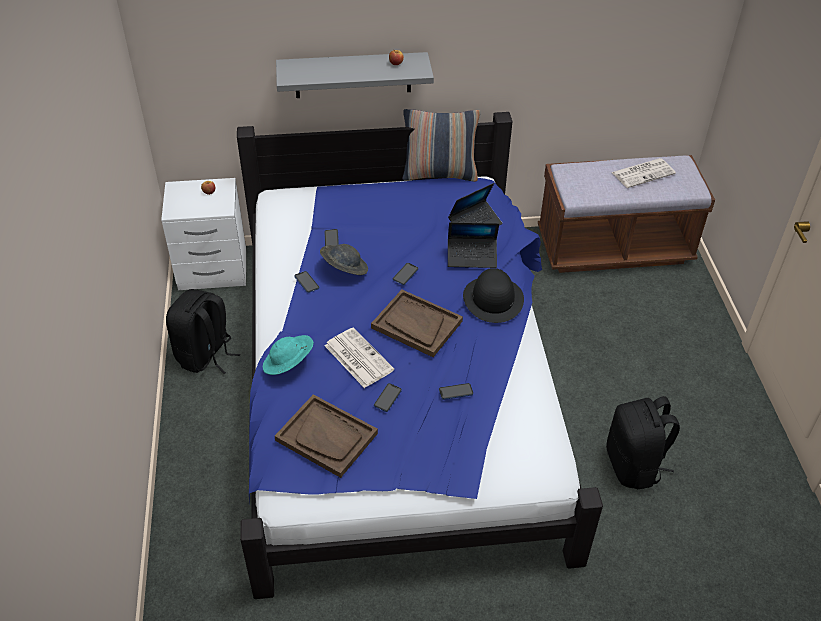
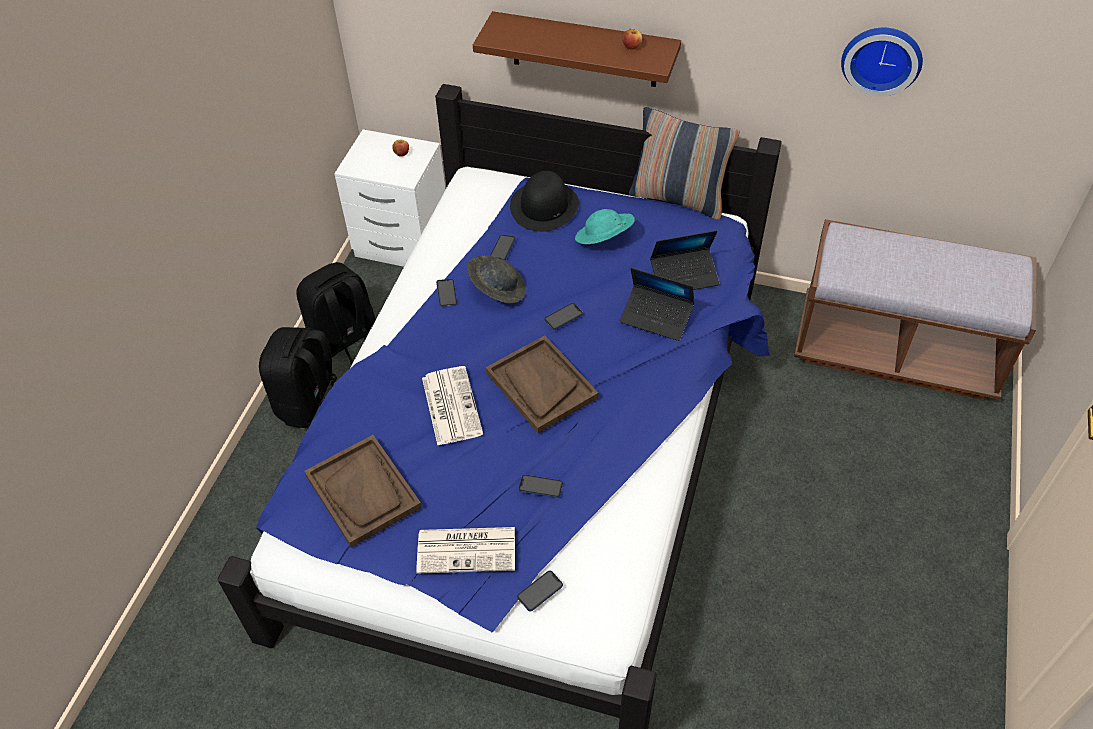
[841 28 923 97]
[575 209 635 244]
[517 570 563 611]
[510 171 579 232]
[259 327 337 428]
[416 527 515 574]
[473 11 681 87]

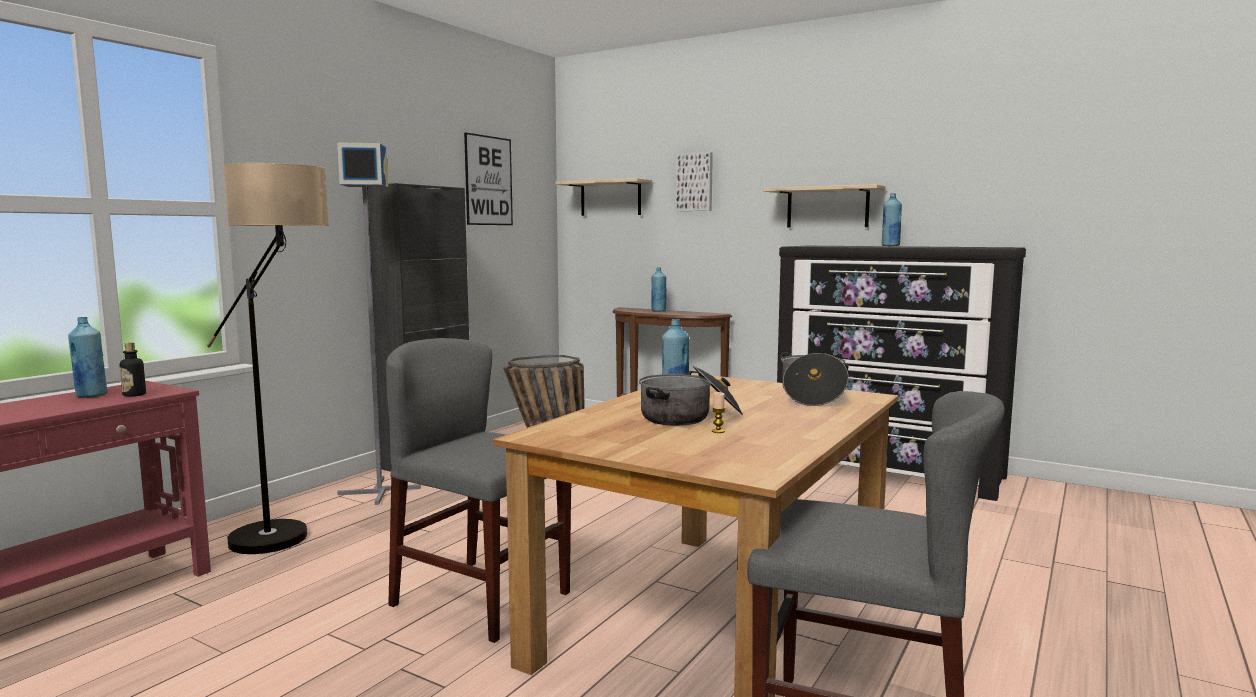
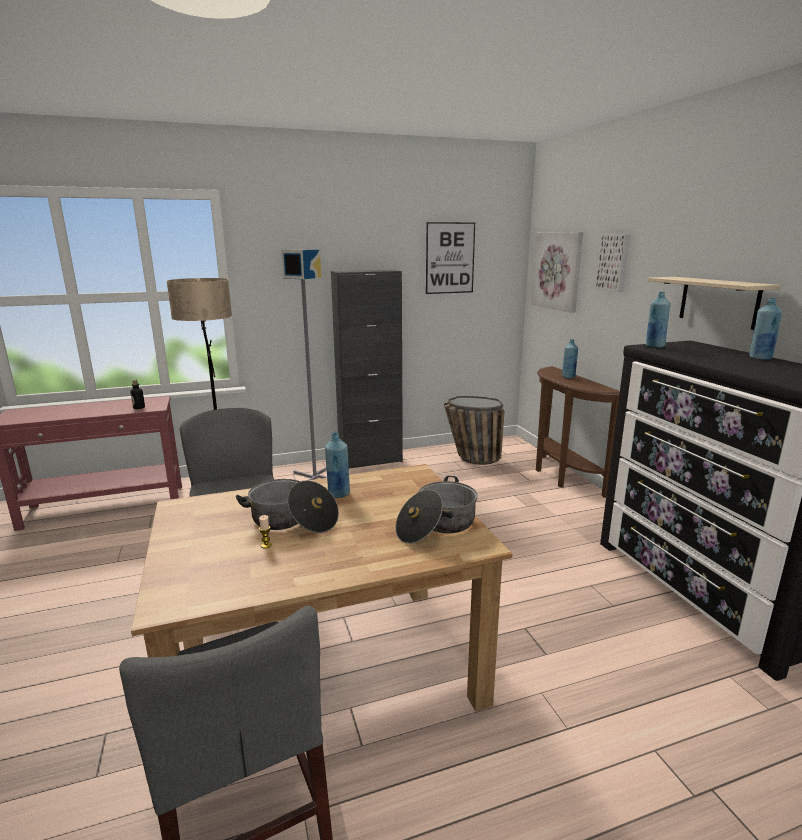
[646 292 671 348]
[531 232 583 313]

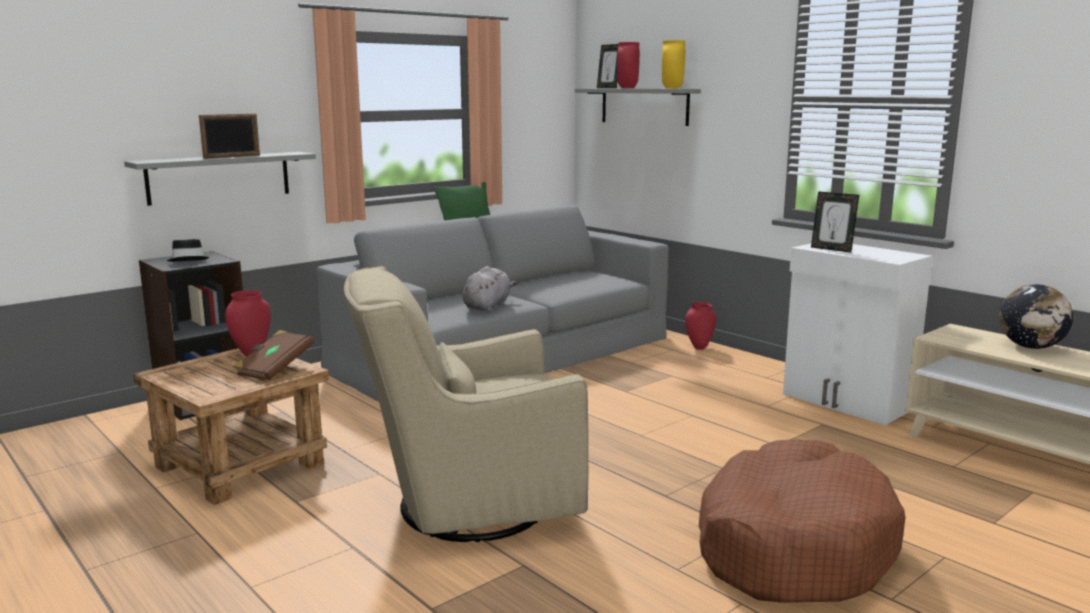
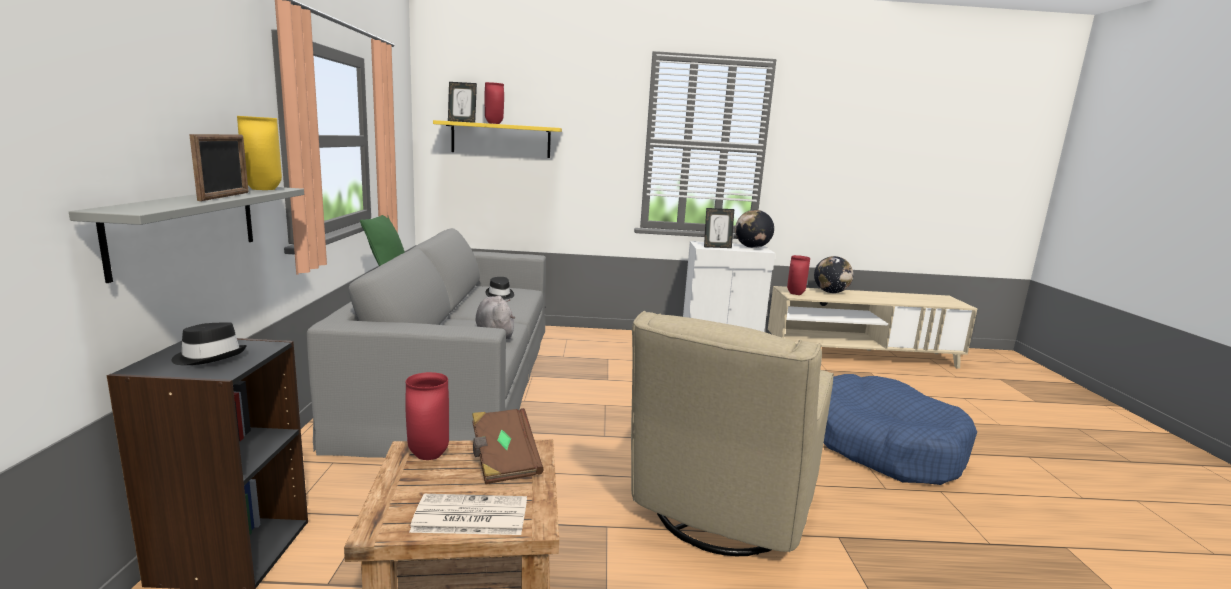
[409 494 527 535]
[485 277 514 300]
[735 210 774 248]
[237 116 282 190]
[787 255 810 295]
[433 120 562 158]
[824 374 977 485]

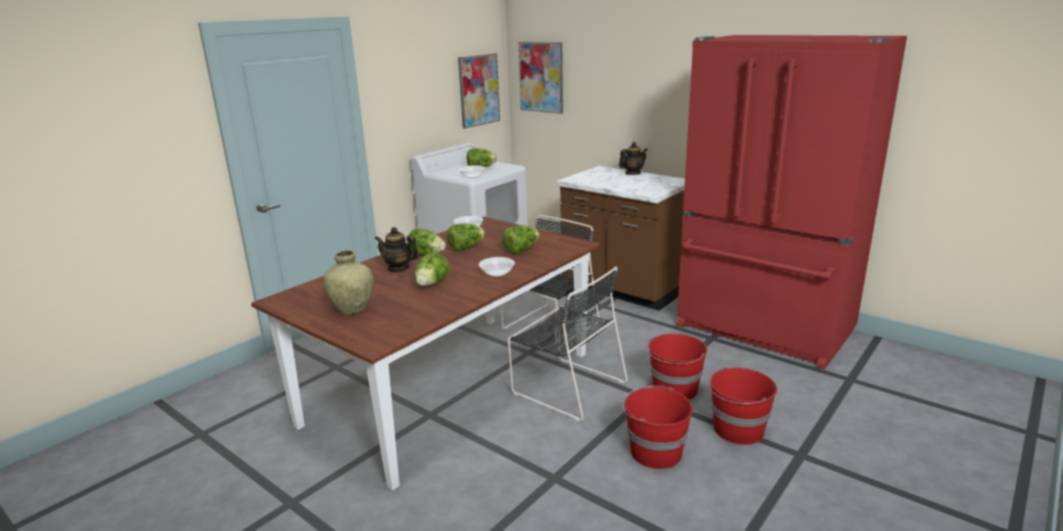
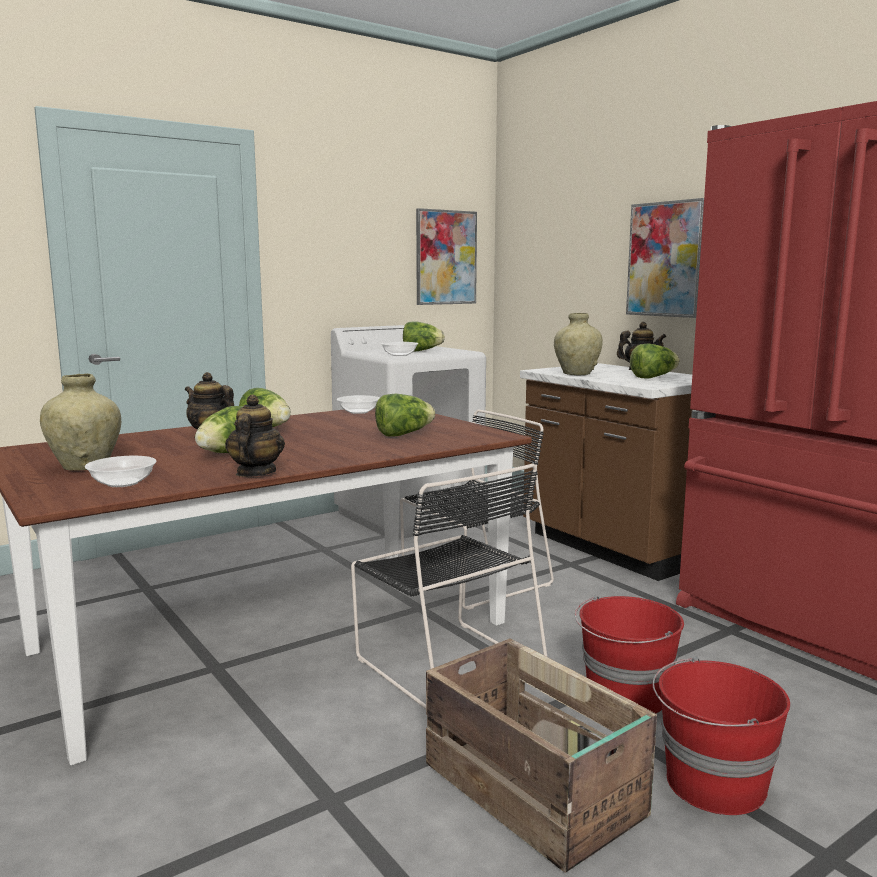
[225 395 285 477]
[554 313 603 375]
[630 344 680 378]
[85 456 156 487]
[626 198 704 318]
[426 638 657 873]

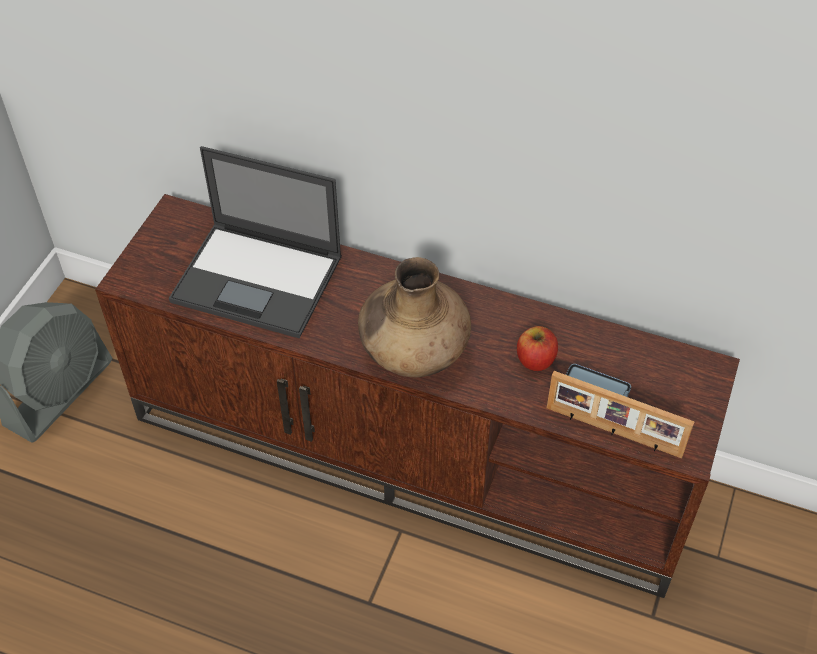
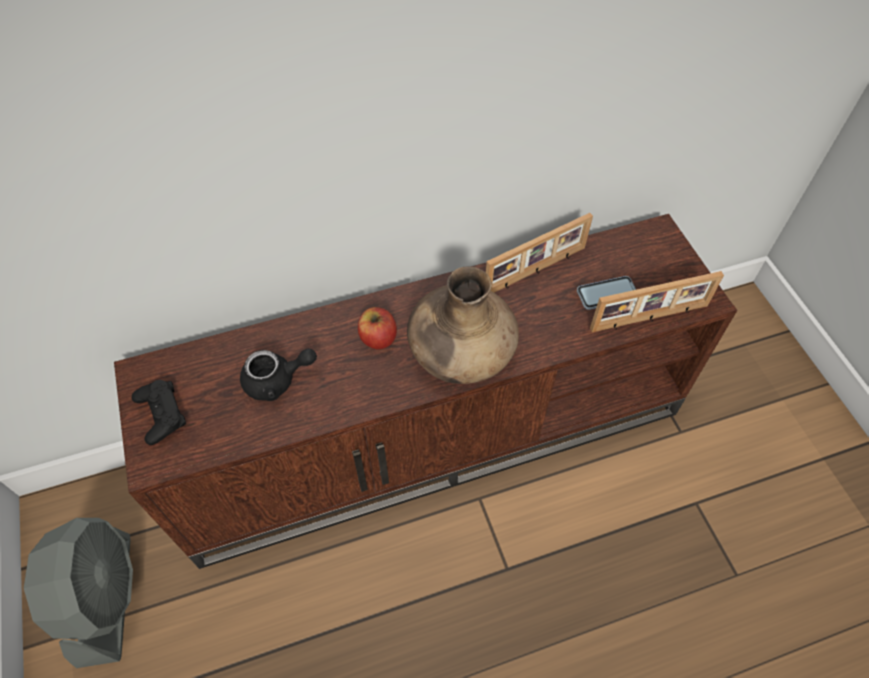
[132 380 186 445]
[486 213 593 293]
[358 307 397 349]
[240 348 317 401]

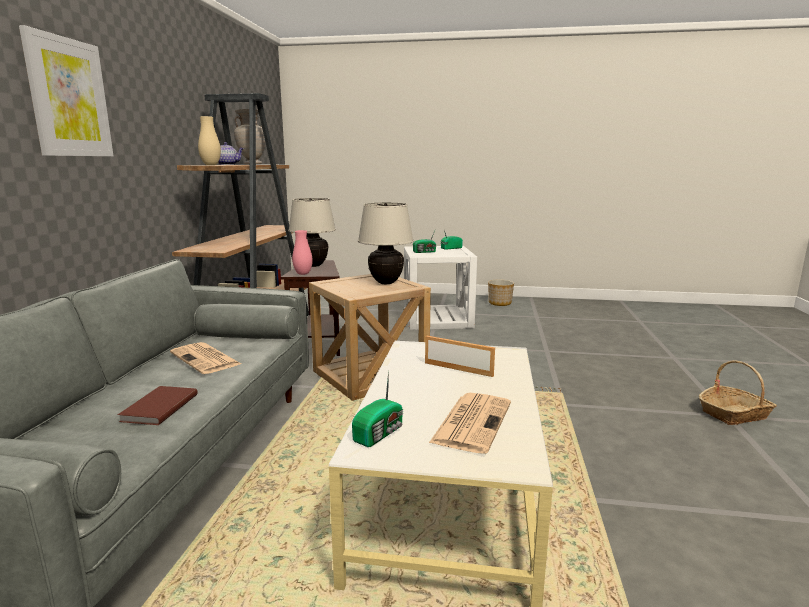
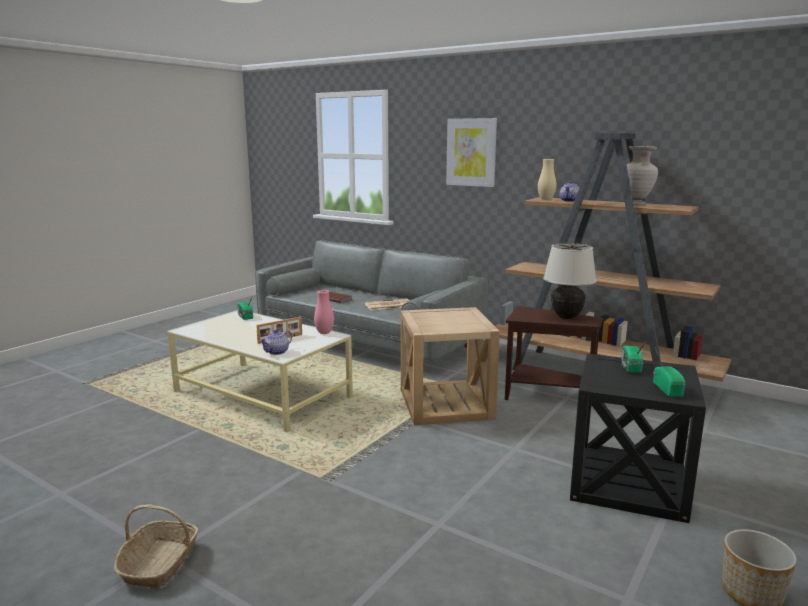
[358 203 414 284] (first image)
[429 393 511 454] (first image)
[260 330 292 355]
[314 290 334 334]
[570 354 706 523]

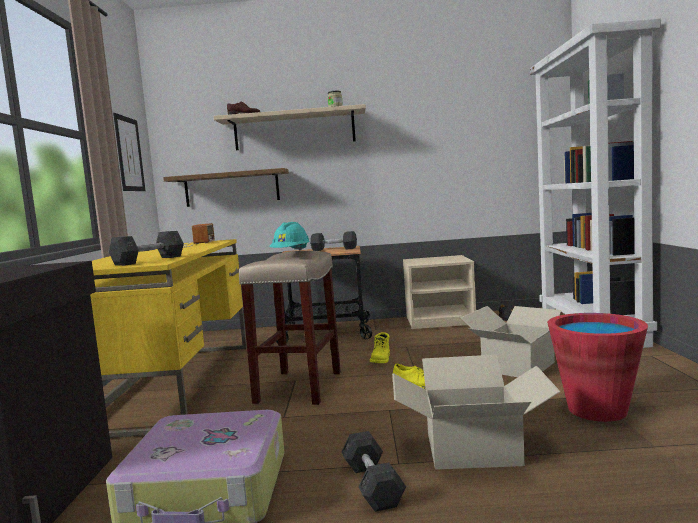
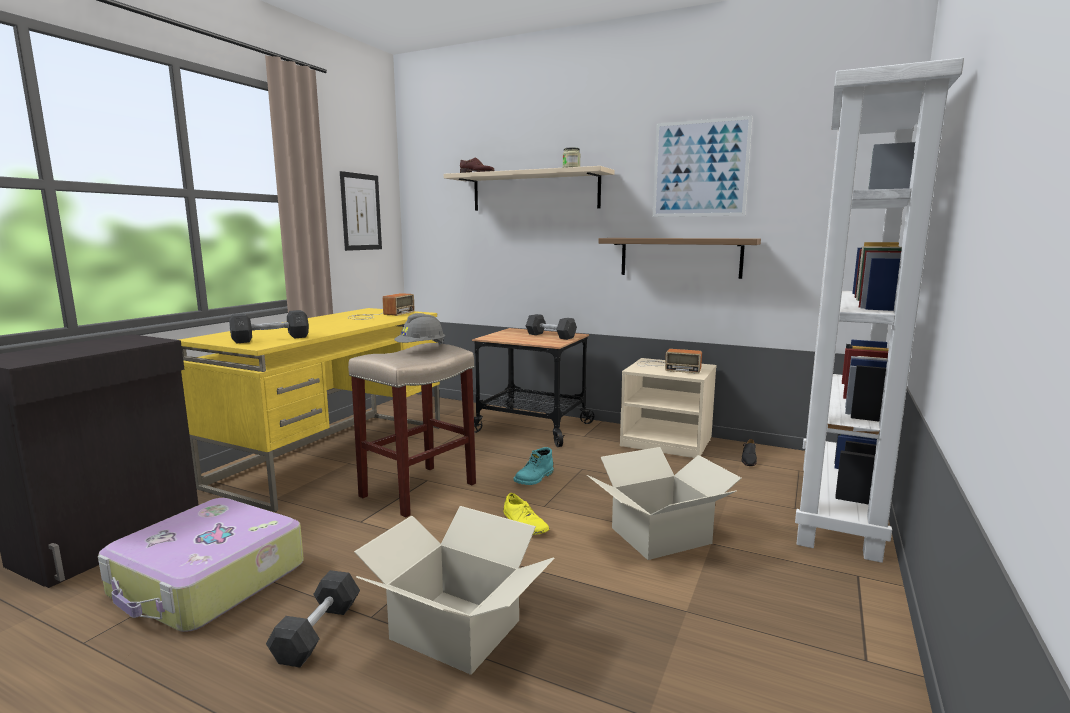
[547 313 648 422] (first image)
[637 349 702 373]
[653 116 753 217]
[598 238 761 279]
[394 313 445 345]
[513 447 553 485]

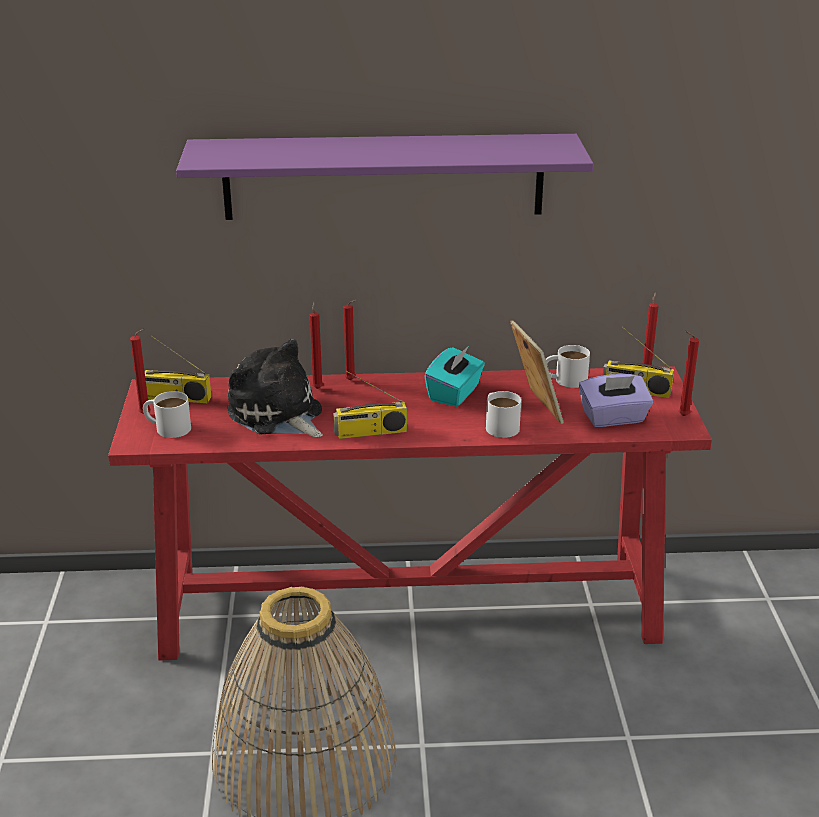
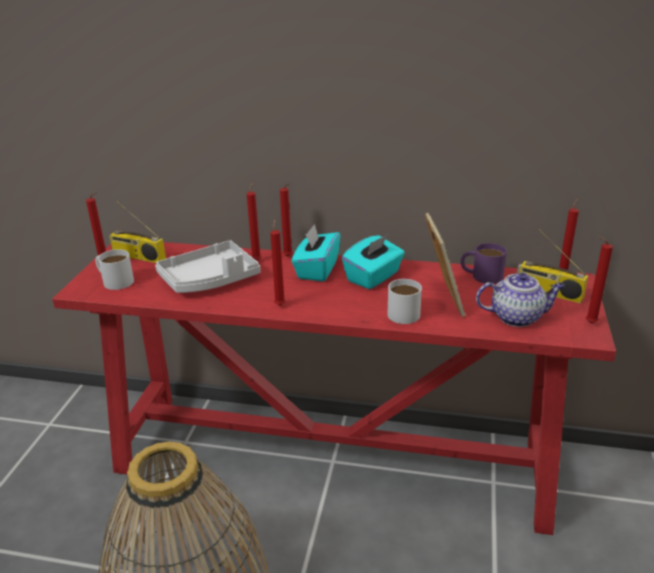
[176 134 594 220] (first image)
[291 224 341 282]
[155 240 261 293]
[270 219 286 306]
[476 273 565 327]
[461 243 507 284]

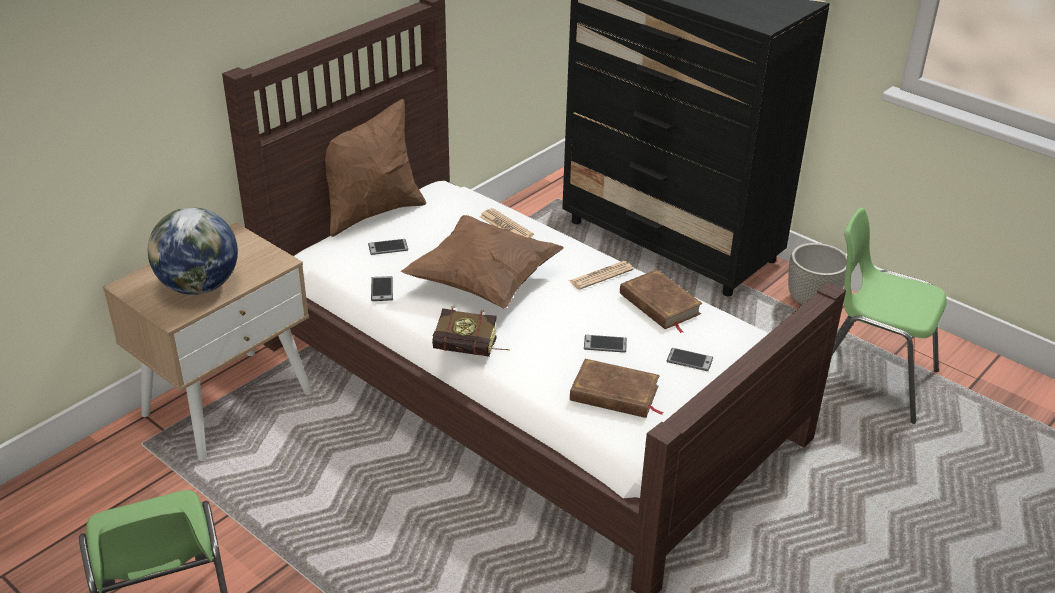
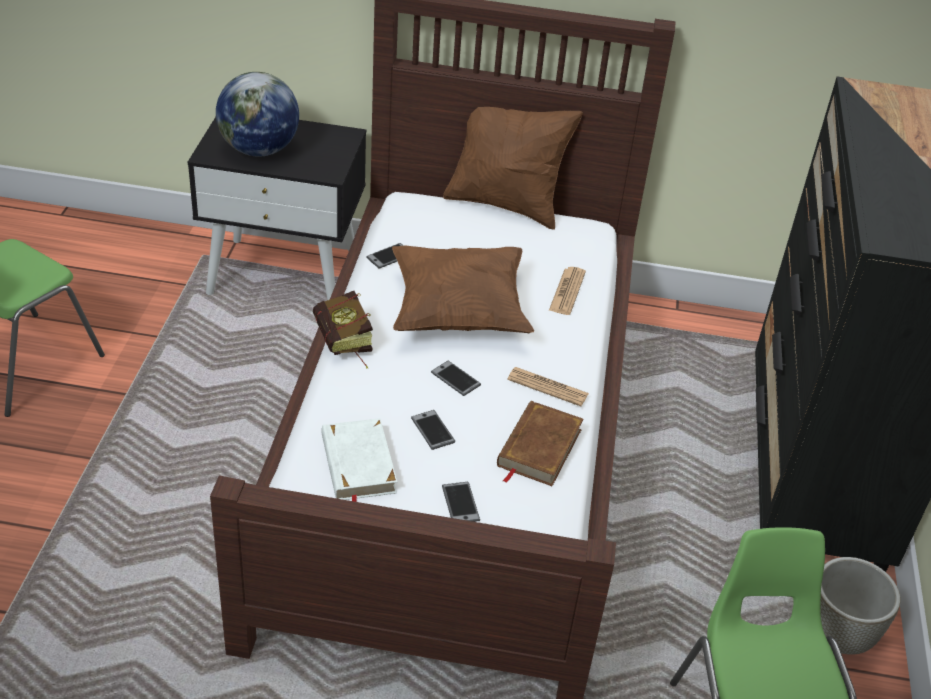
[431 361 481 396]
[188 117 366 300]
[321 418 397 502]

